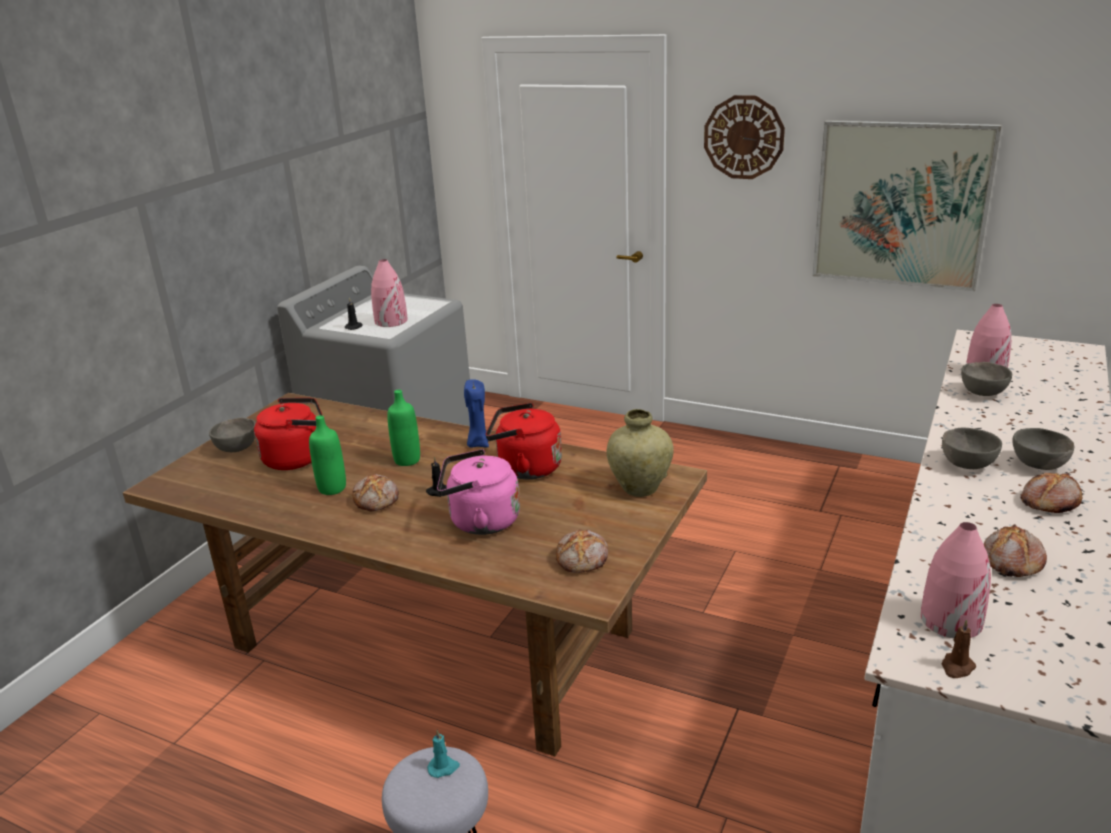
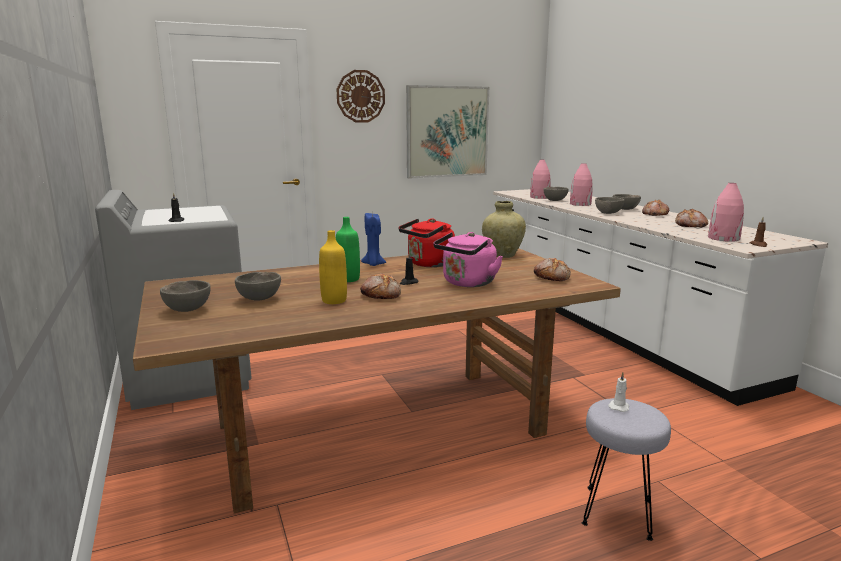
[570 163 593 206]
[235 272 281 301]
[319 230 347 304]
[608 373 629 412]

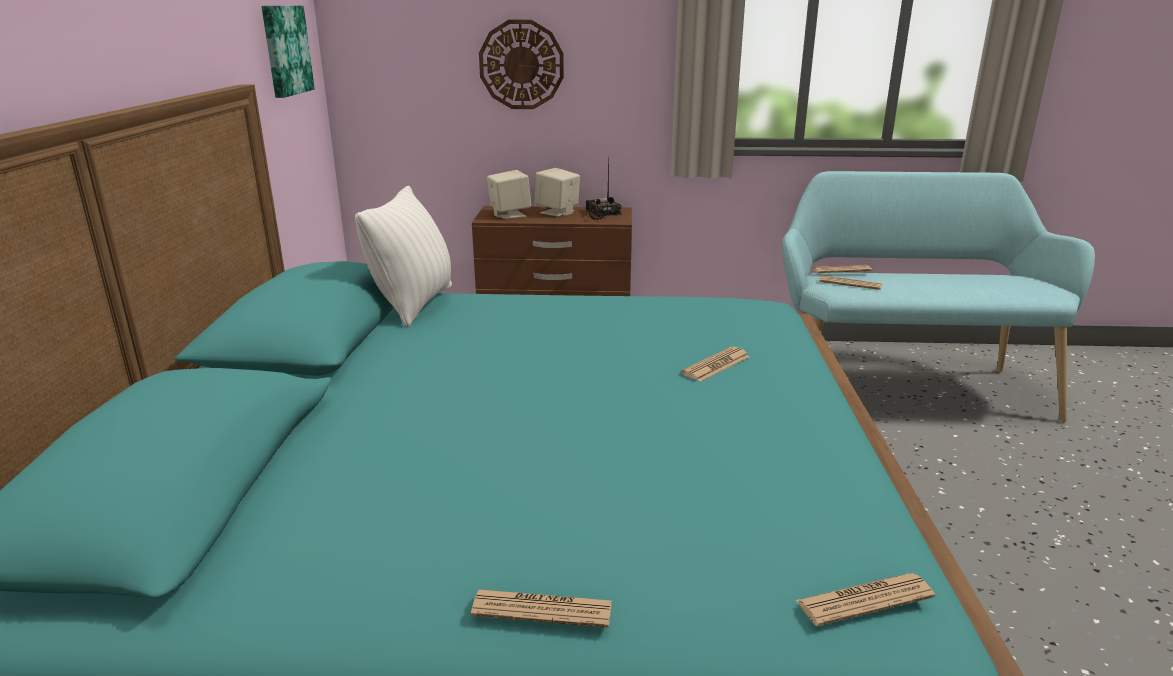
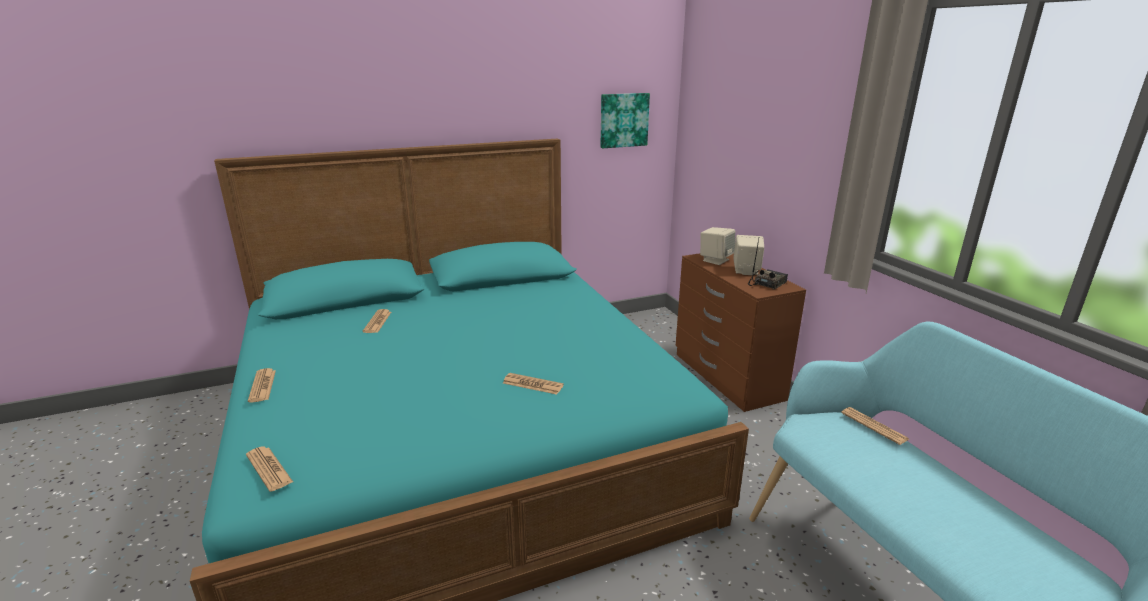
[355 186 452 327] (first image)
[479 20 564 109] (first image)
[363 309 391 333]

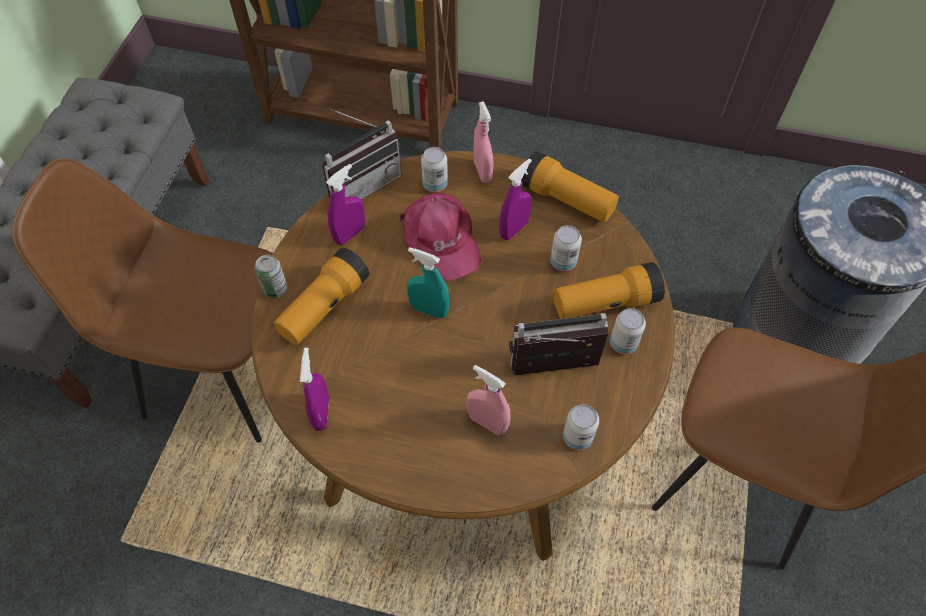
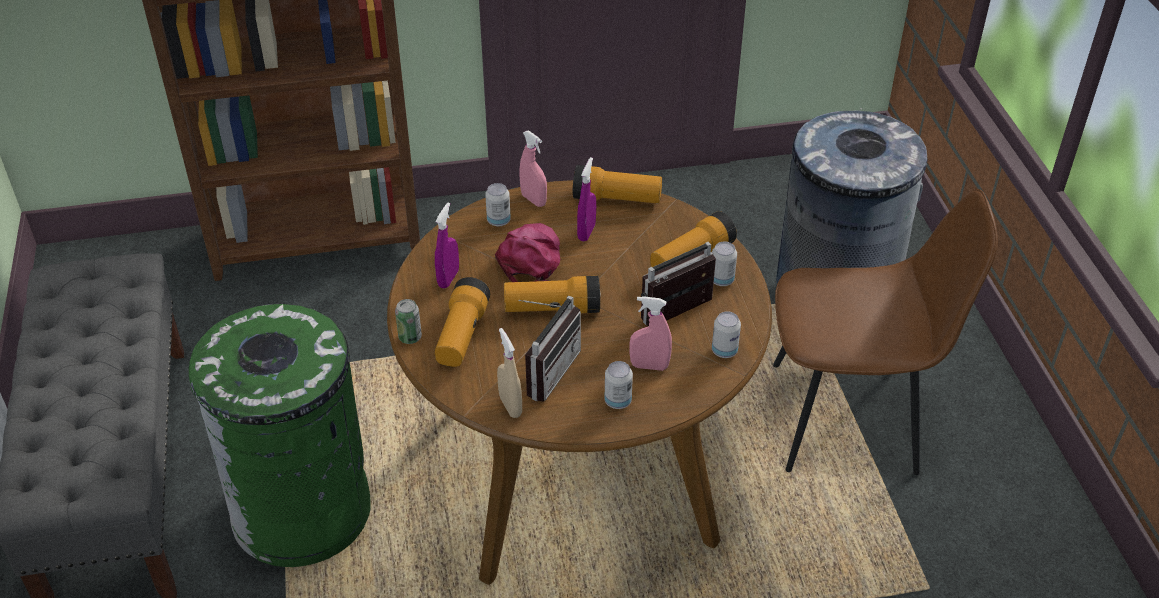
[518 296 581 402]
[604 361 633 409]
[189 304 371 567]
[504 276 600 313]
[497 328 522 418]
[495 223 560 282]

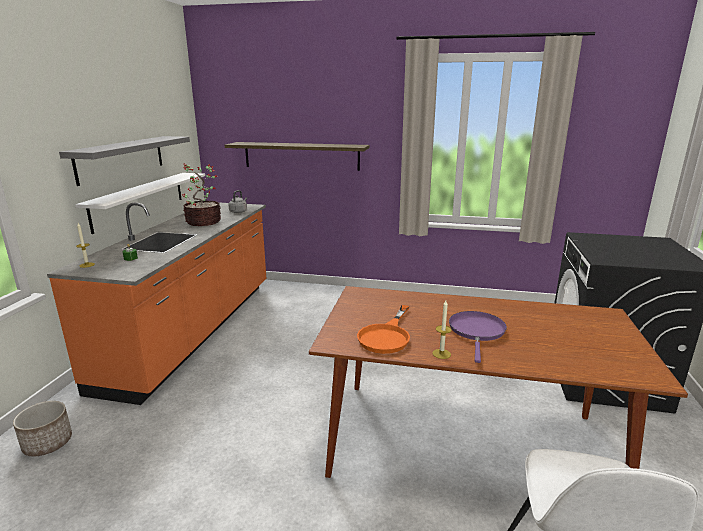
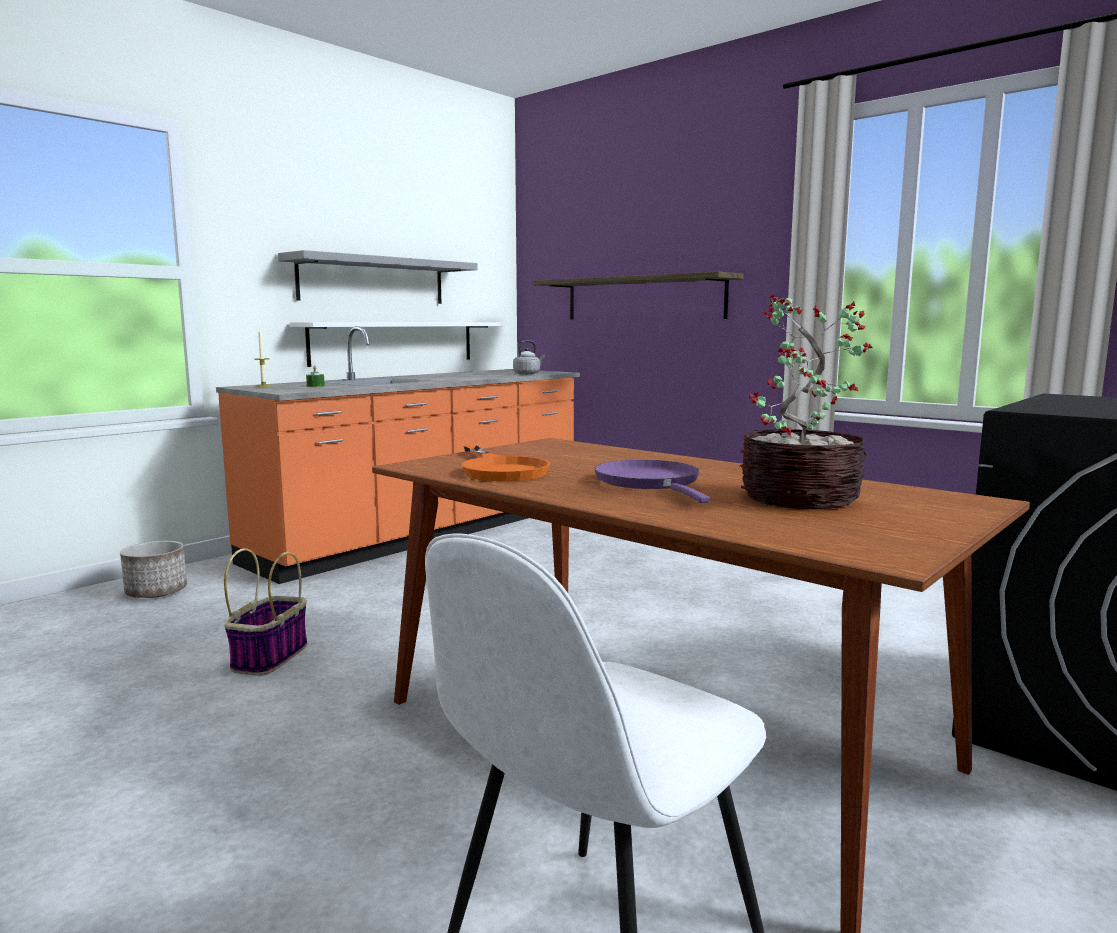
[432 301 452 359] (first image)
[224 548 308 676]
[740 293 872 509]
[461 445 550 481]
[594 460 710 503]

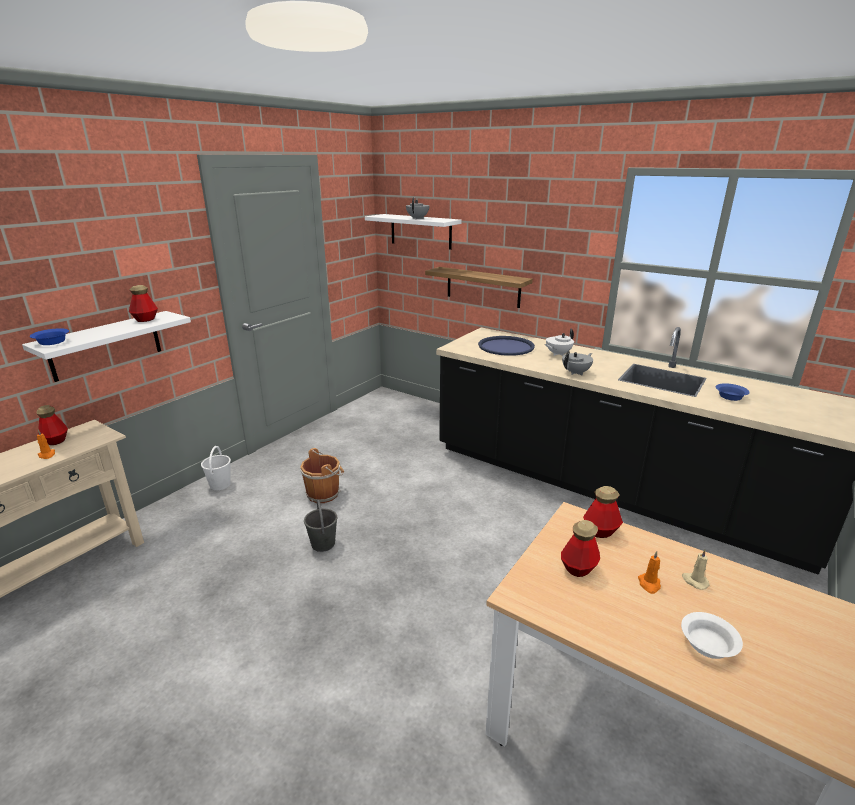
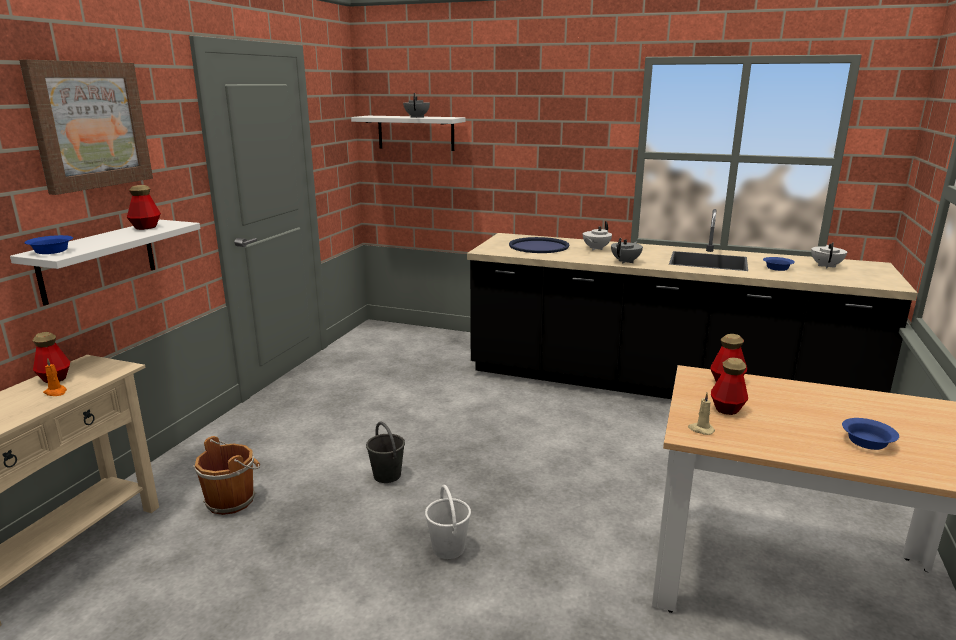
[425 267 533 308] (first image)
[638 551 661 594] (first image)
[19 59 153 195]
[811 242 847 268]
[425 485 471 559]
[193 436 260 515]
[688 393 715 435]
[842 418 899 450]

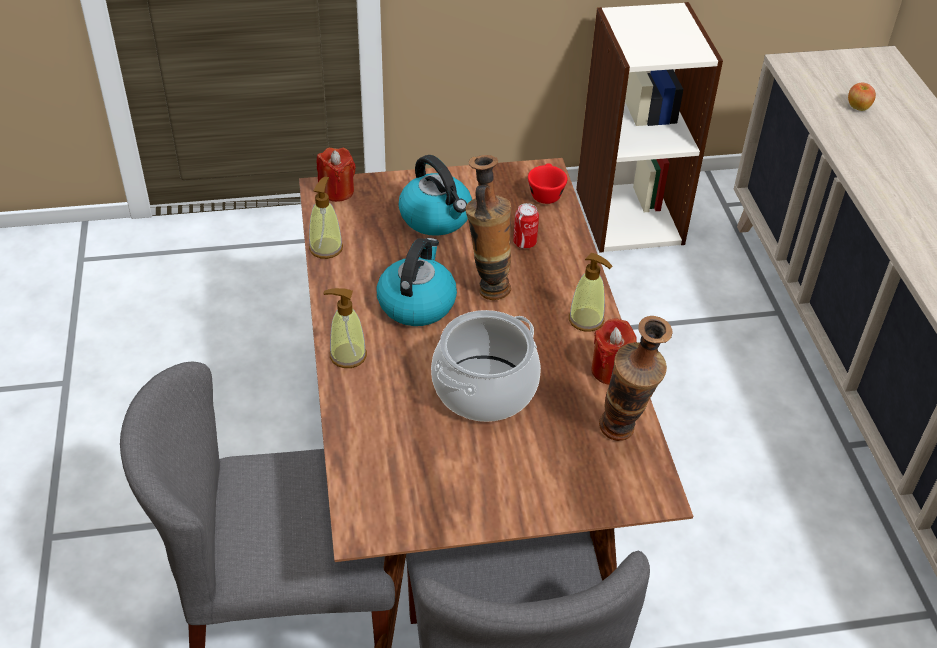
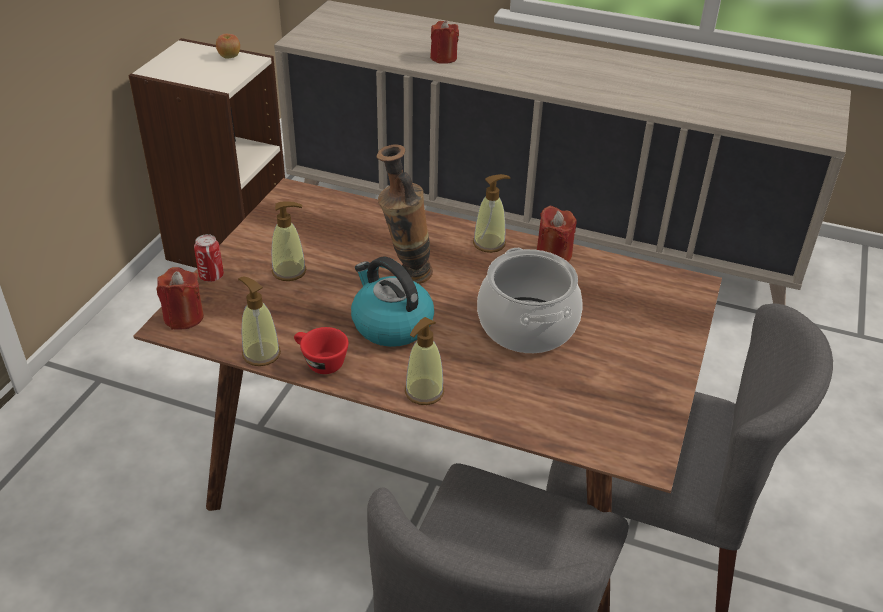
[599 316 672 441] (first image)
[430 20 459 64]
[194 234 224 282]
[294 327 349 374]
[216 34 240 59]
[272 201 306 281]

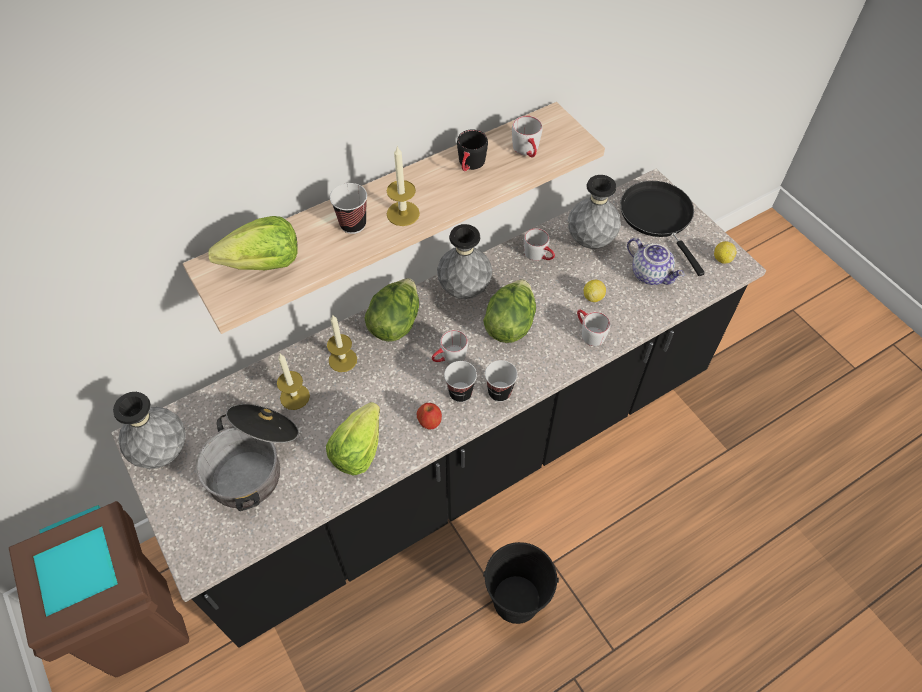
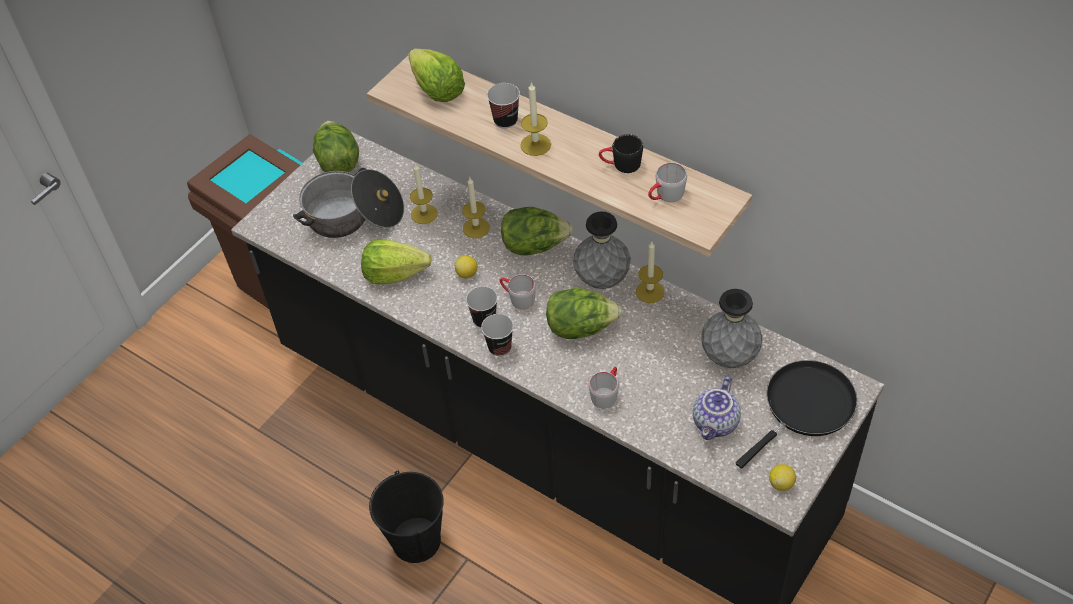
[417 403 442 430] (first image)
[524 228 555 261] (first image)
[636 242 664 303]
[455 255 477 278]
[313 121 359 172]

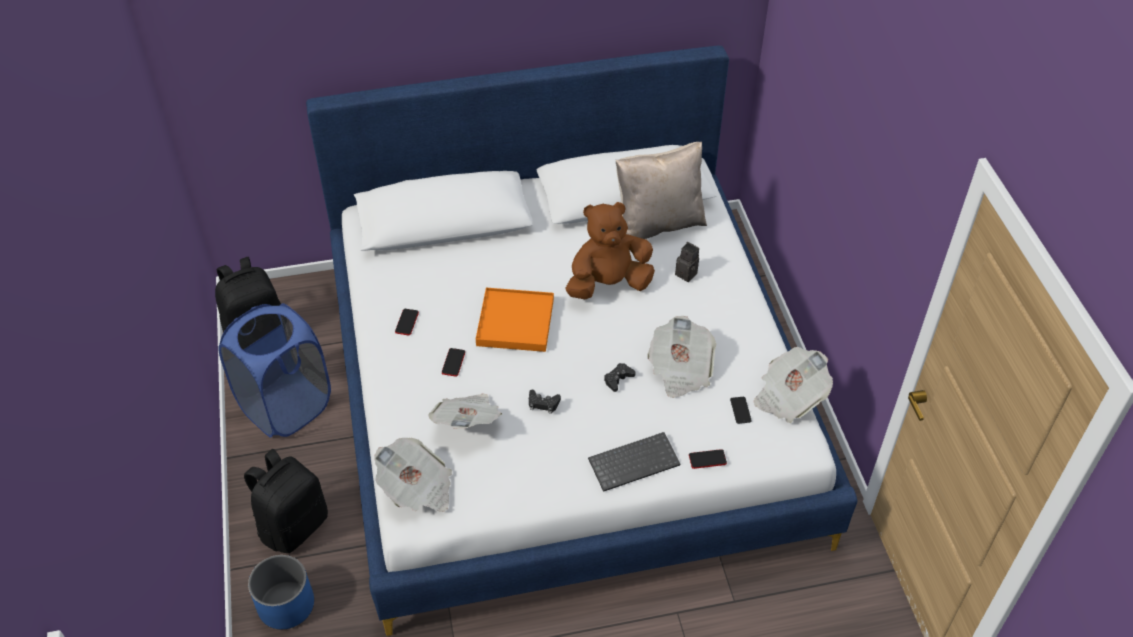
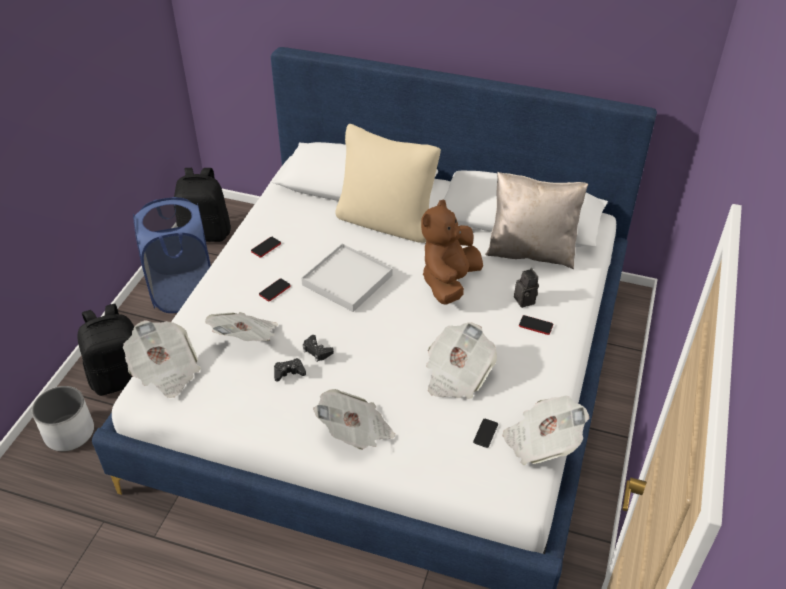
[335 124 441 243]
[274 358 306 382]
[519 315 553 335]
[313 389 395 450]
[32 386 94 452]
[301 244 393 312]
[421 199 483 305]

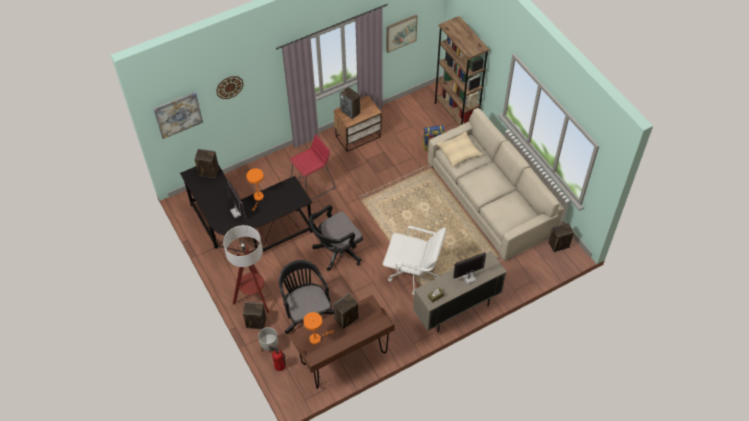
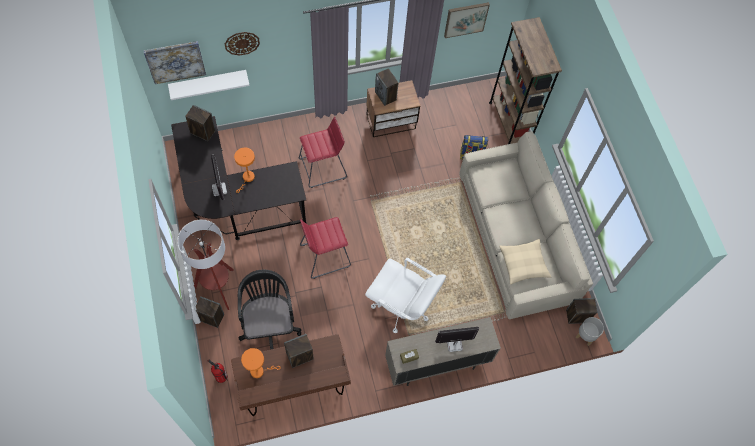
[168 70 250 100]
[576 317 604 346]
[499 239 552 285]
[300 217 351 279]

